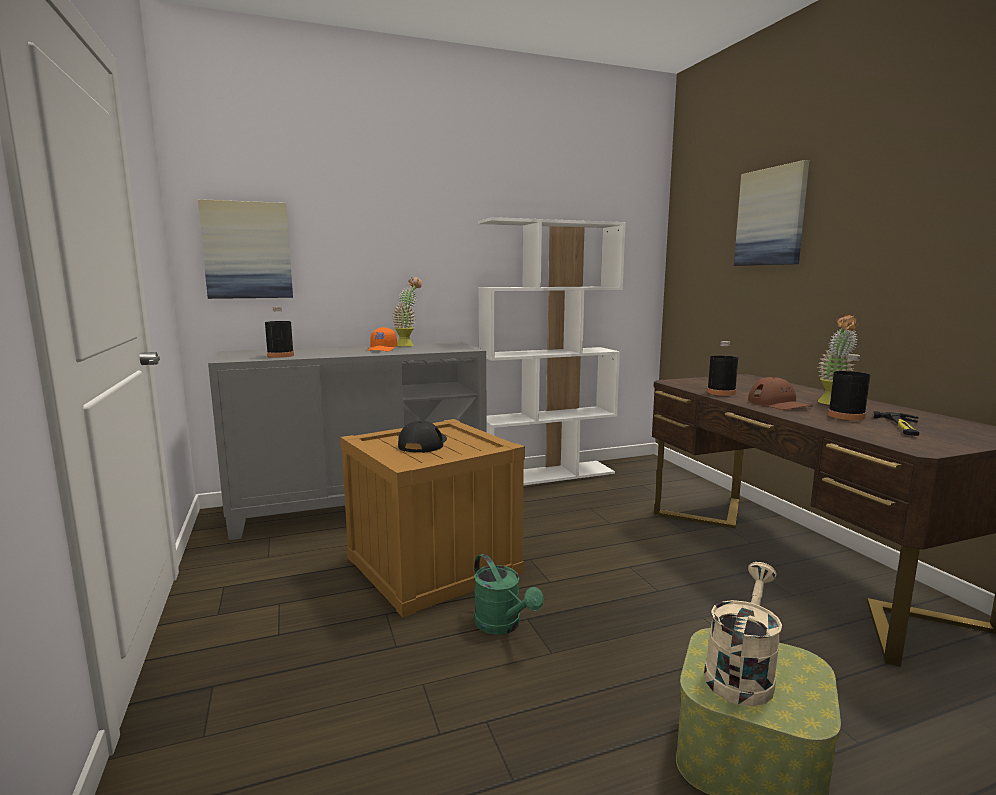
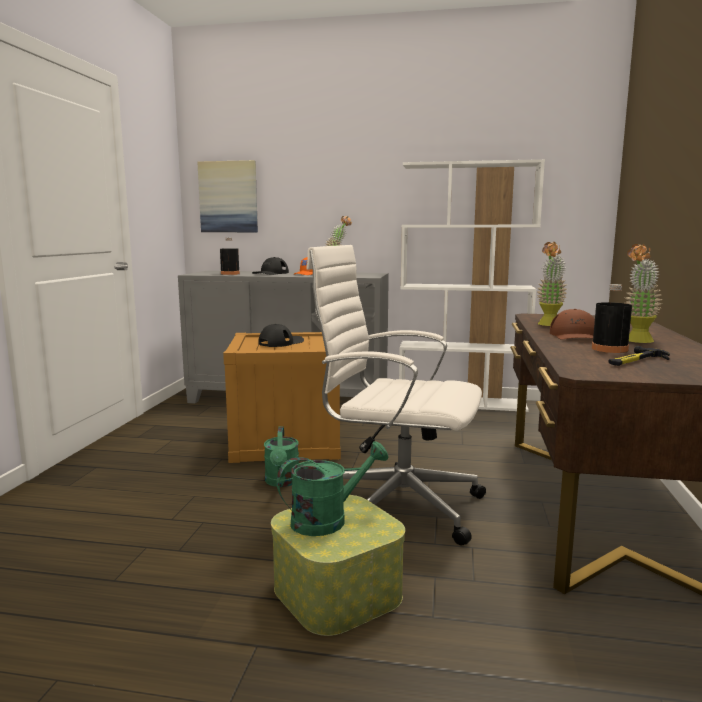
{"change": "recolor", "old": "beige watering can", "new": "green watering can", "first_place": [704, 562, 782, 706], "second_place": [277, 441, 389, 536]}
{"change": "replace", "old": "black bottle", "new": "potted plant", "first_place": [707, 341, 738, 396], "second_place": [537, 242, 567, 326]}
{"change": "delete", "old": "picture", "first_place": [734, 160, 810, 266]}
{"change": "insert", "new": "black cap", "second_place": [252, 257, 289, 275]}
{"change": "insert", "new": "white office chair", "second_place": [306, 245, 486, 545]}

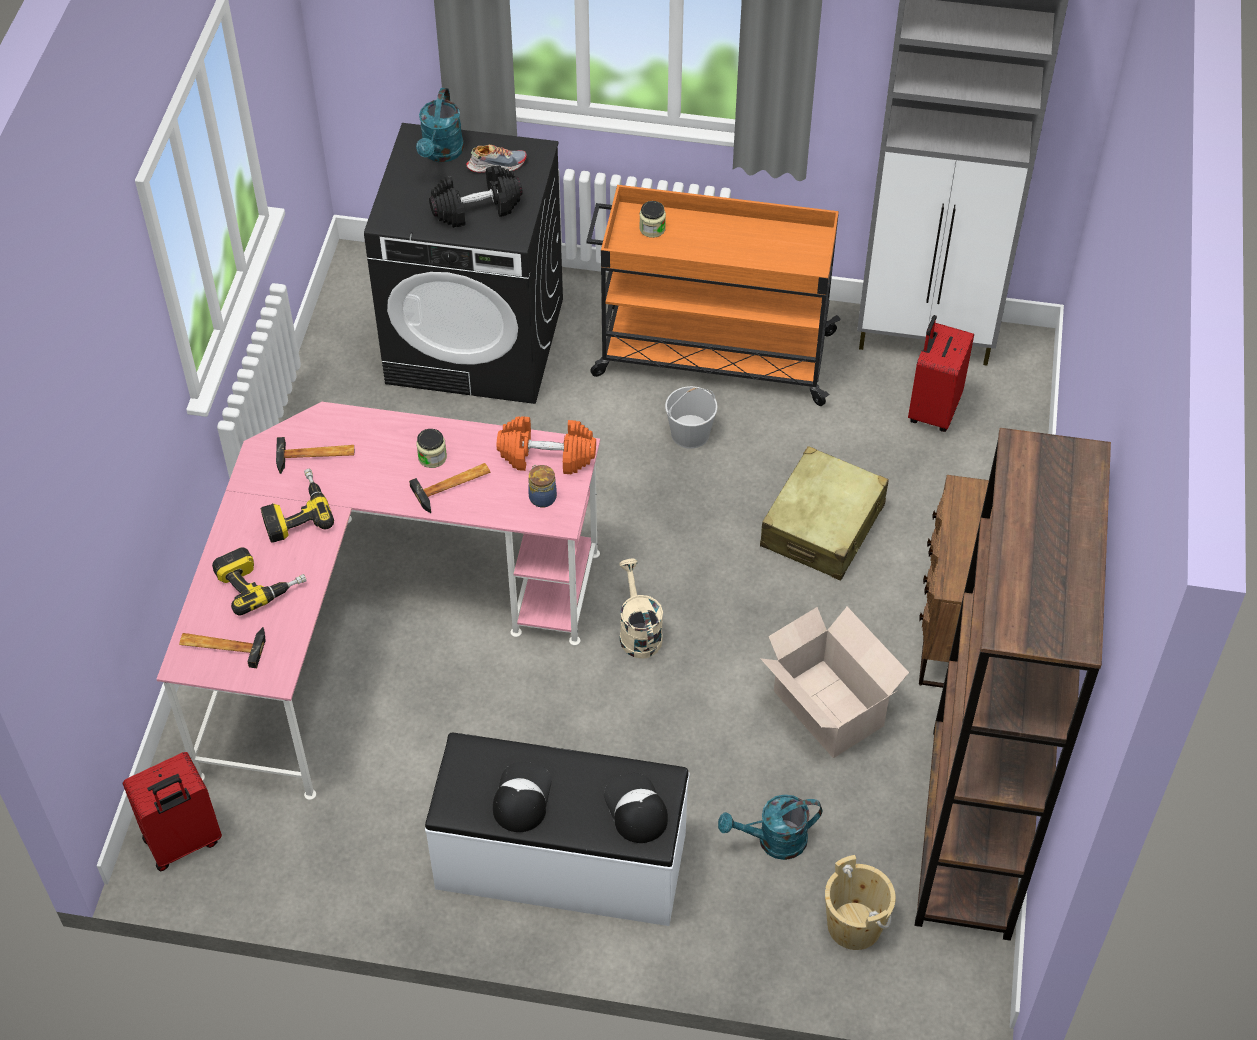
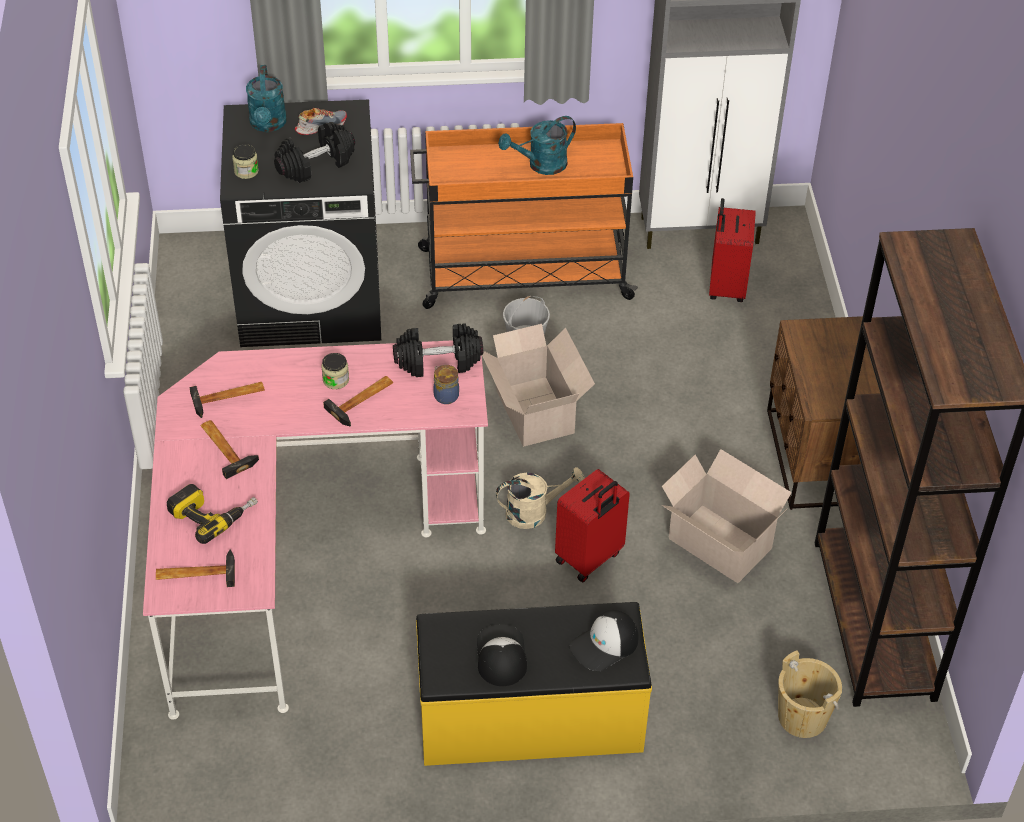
{"change": "move", "old": "red suitcase", "first_place": [123, 752, 222, 871], "second_place": [555, 469, 630, 582]}
{"change": "replace", "old": "power drill", "new": "hammer", "first_place": [261, 469, 334, 543], "second_place": [200, 420, 259, 479]}
{"change": "recolor", "old": "white bench", "new": "yellow bench", "first_place": [425, 733, 689, 926], "second_place": [416, 602, 652, 766]}
{"change": "recolor", "old": "orange dumbbell", "new": "black dumbbell", "first_place": [497, 416, 596, 474], "second_place": [393, 323, 483, 377]}
{"change": "rotate", "old": "cap", "first_place": [604, 773, 668, 843], "second_place": [570, 610, 639, 671], "degrees": -90}
{"change": "rotate", "old": "beige watering can", "first_place": [619, 558, 663, 659], "second_place": [496, 467, 585, 529], "degrees": 105}
{"change": "move", "old": "jar", "first_place": [639, 201, 666, 238], "second_place": [232, 144, 259, 179]}
{"change": "move", "old": "turquoise watering can", "first_place": [718, 794, 822, 860], "second_place": [498, 116, 576, 175]}
{"change": "delete", "old": "beige suitcase", "first_place": [760, 446, 889, 580]}
{"change": "insert", "new": "cardboard box", "second_place": [482, 324, 595, 447]}

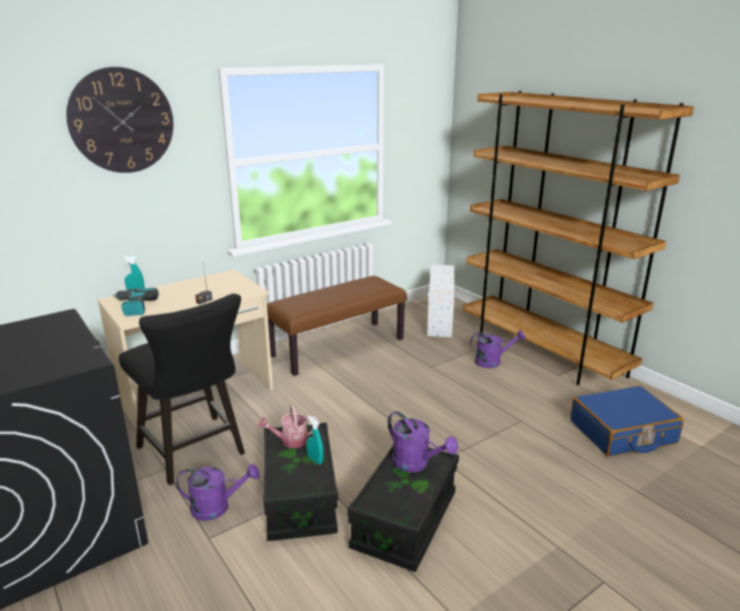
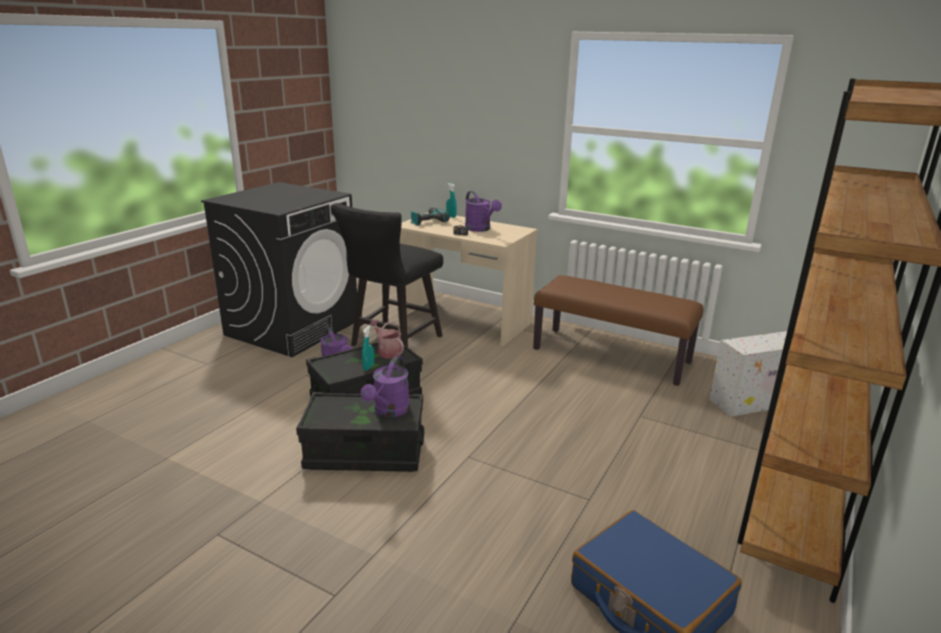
{"change": "delete", "old": "wall clock", "first_place": [66, 67, 173, 173]}
{"change": "move", "old": "purple watering can", "first_place": [470, 330, 525, 368], "second_place": [465, 191, 502, 232]}

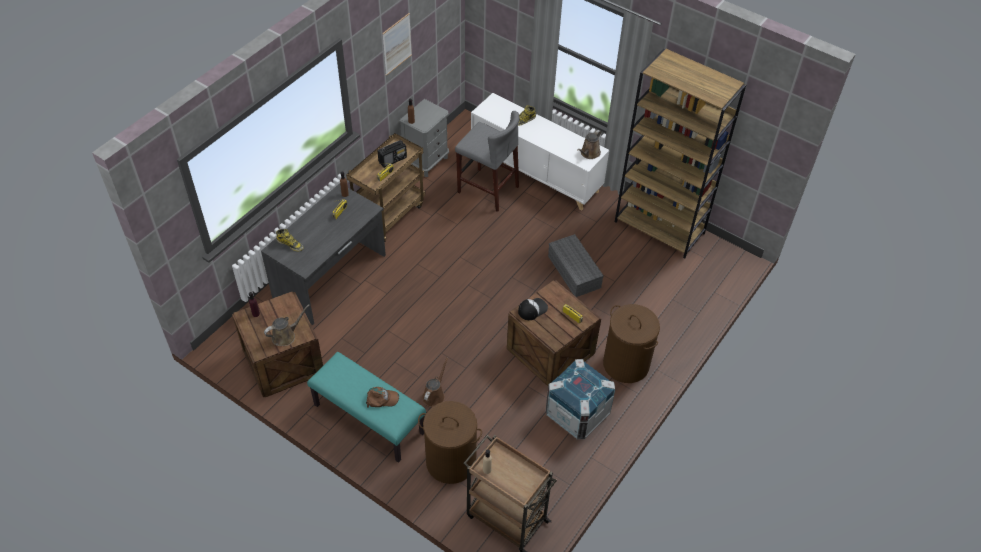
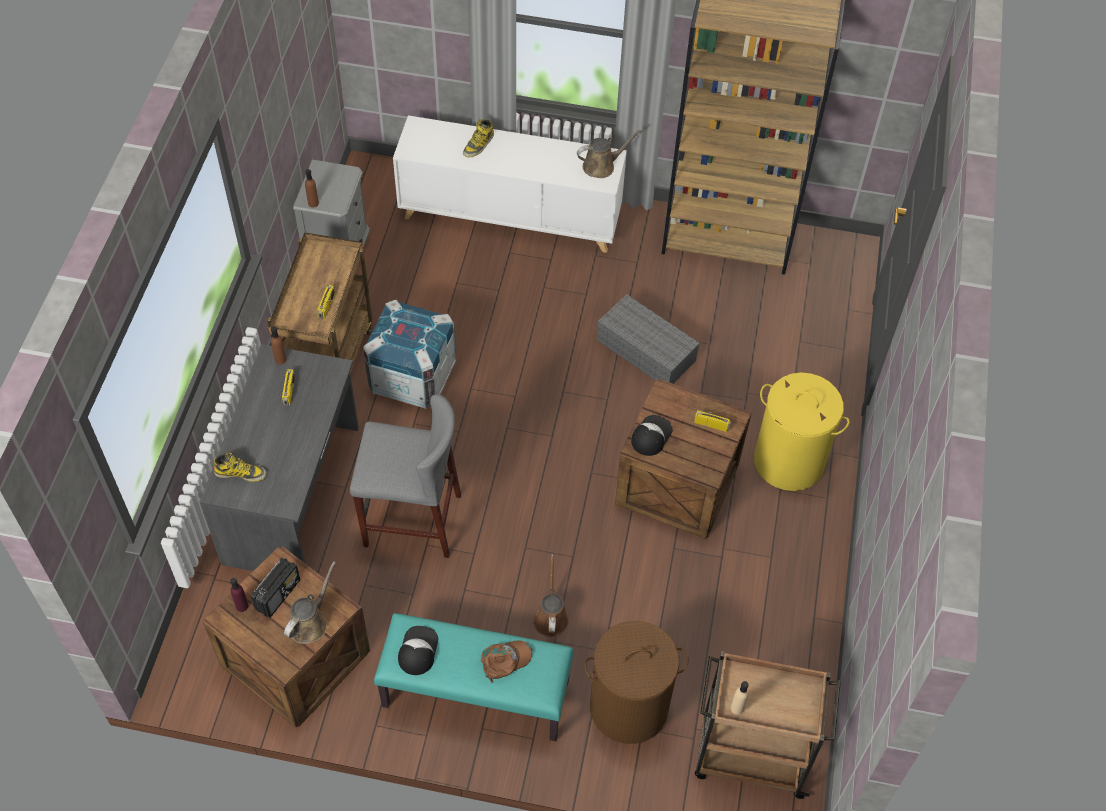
{"change": "move", "old": "radio", "first_place": [378, 140, 407, 168], "second_place": [251, 557, 300, 618]}
{"change": "delete", "old": "picture", "first_place": [382, 13, 412, 76]}
{"change": "move", "old": "grey stool", "first_place": [455, 111, 519, 212], "second_place": [350, 394, 461, 558]}
{"change": "move", "old": "crate", "first_place": [546, 359, 615, 439], "second_place": [363, 300, 456, 409]}
{"change": "rotate", "old": "brown watering can", "first_place": [577, 130, 601, 159], "second_place": [577, 128, 643, 178], "degrees": -120}
{"change": "recolor", "old": "brown laundry basket", "new": "yellow laundry basket", "first_place": [603, 304, 660, 383], "second_place": [754, 373, 849, 491]}
{"change": "insert", "new": "cap", "second_place": [398, 626, 438, 675]}

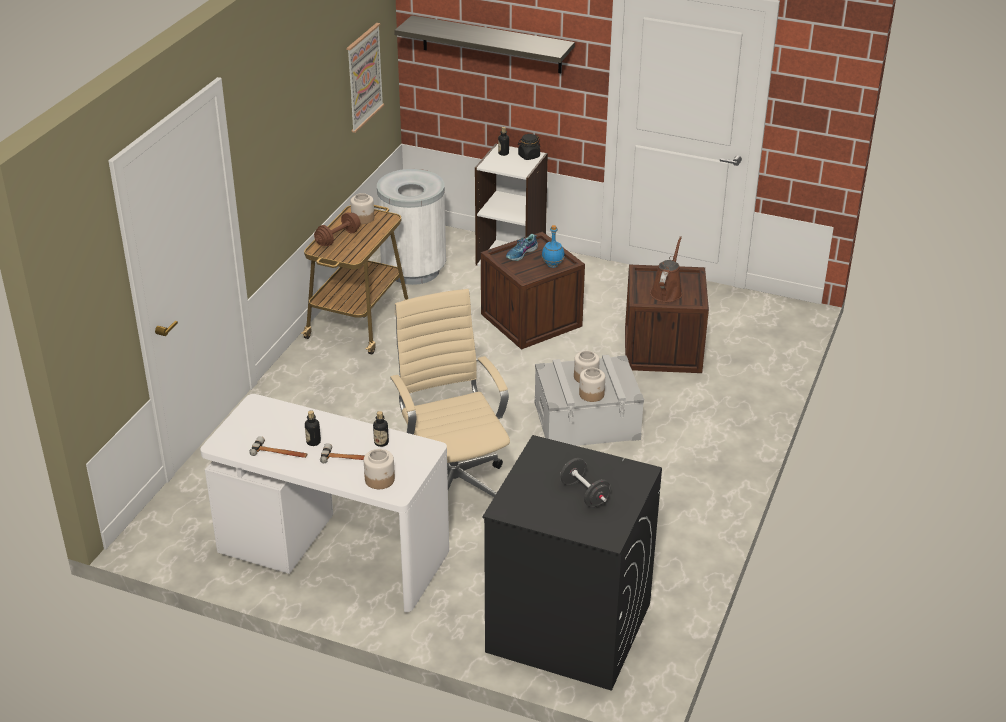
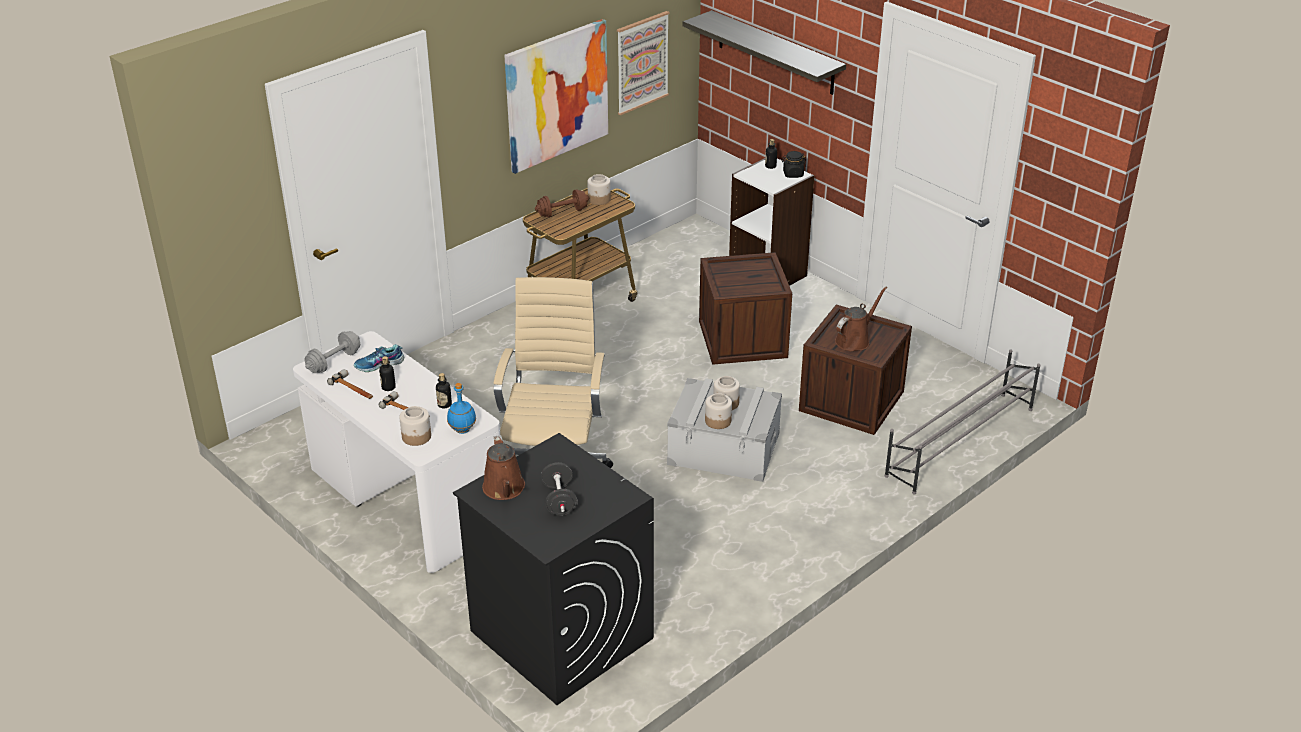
{"change": "delete", "old": "white trash can", "first_place": [377, 169, 446, 285]}
{"change": "move", "old": "shoe", "first_place": [506, 234, 538, 261], "second_place": [354, 344, 404, 372]}
{"change": "move", "old": "blue bottle", "first_place": [542, 225, 565, 268], "second_place": [447, 383, 476, 434]}
{"change": "insert", "new": "grey dumbbell", "second_place": [304, 331, 360, 373]}
{"change": "insert", "new": "brown watering can", "second_place": [482, 435, 525, 500]}
{"change": "insert", "new": "picture", "second_place": [504, 19, 608, 174]}
{"change": "insert", "new": "grey shoe rack", "second_place": [884, 349, 1041, 494]}

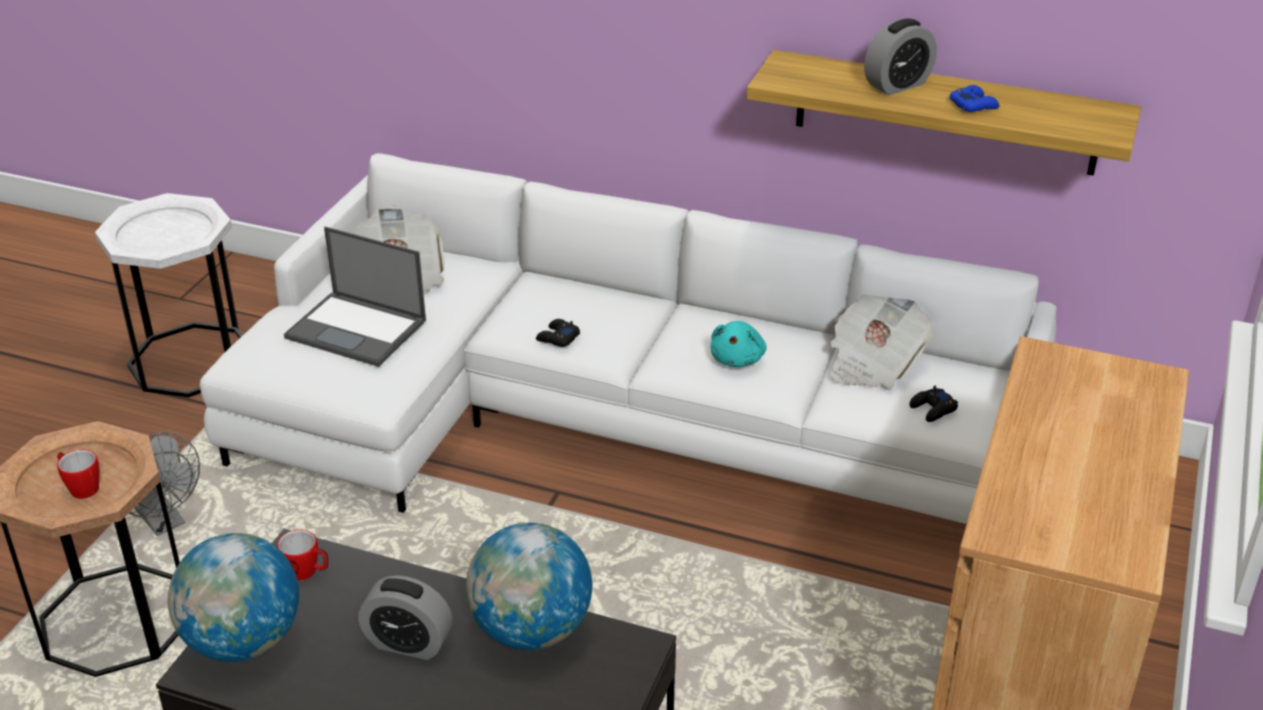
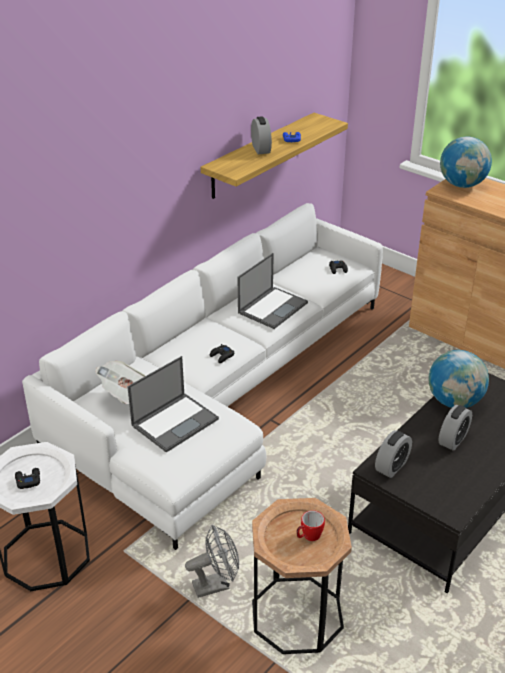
{"change": "move", "old": "globe", "first_place": [168, 533, 299, 662], "second_place": [440, 136, 492, 188]}
{"change": "replace", "old": "mug", "new": "alarm clock", "first_place": [277, 529, 328, 581], "second_place": [375, 430, 412, 478]}
{"change": "replace", "old": "turquoise plush toy", "new": "laptop", "first_place": [710, 321, 767, 367], "second_place": [238, 253, 308, 329]}
{"change": "delete", "old": "newspaper", "first_place": [830, 294, 933, 389]}
{"change": "insert", "new": "black game controller", "second_place": [15, 468, 40, 489]}

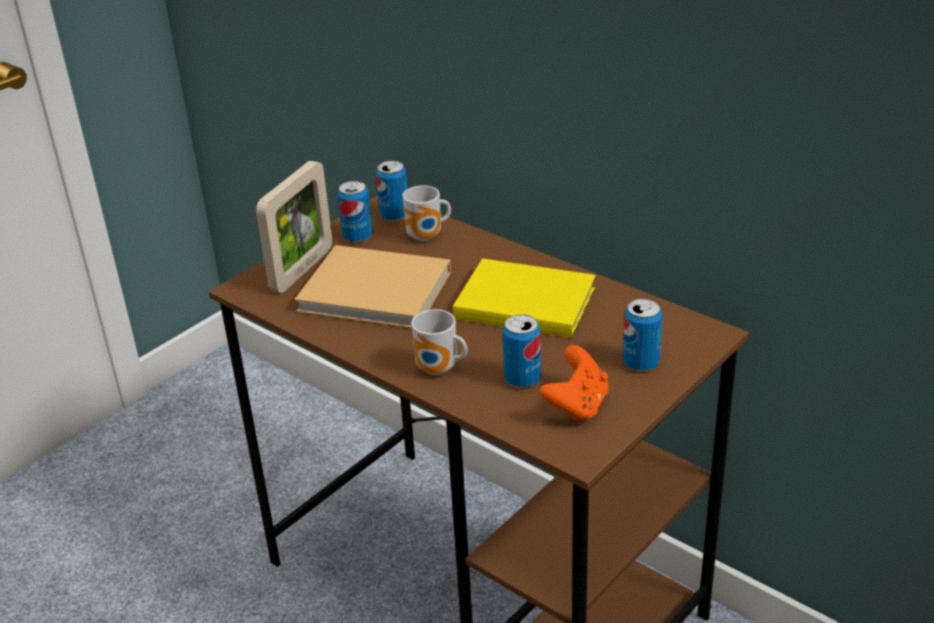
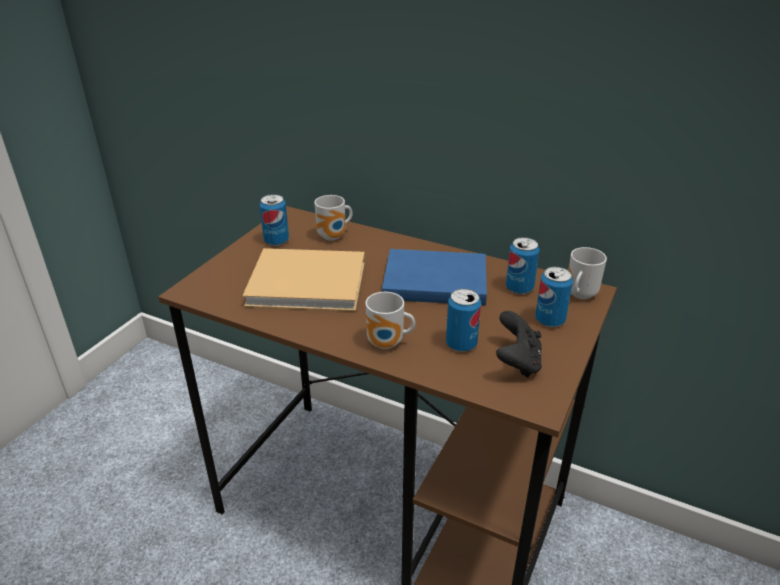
{"change": "delete", "old": "picture frame", "first_place": [256, 161, 332, 293]}
{"change": "move", "old": "can", "first_place": [376, 161, 408, 221], "second_place": [506, 237, 540, 294]}
{"change": "recolor", "old": "yellow book", "new": "blue book", "first_place": [453, 259, 596, 338], "second_place": [382, 249, 487, 306]}
{"change": "recolor", "old": "orange game controller", "new": "black game controller", "first_place": [540, 345, 609, 423], "second_place": [496, 311, 542, 378]}
{"change": "insert", "new": "mug", "second_place": [568, 247, 607, 299]}

